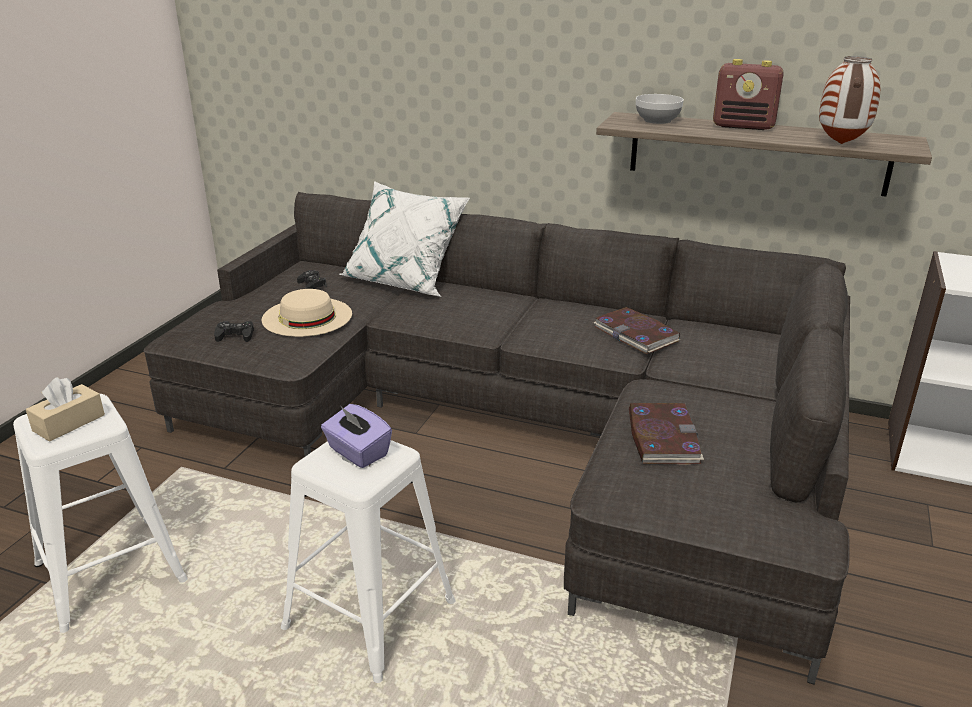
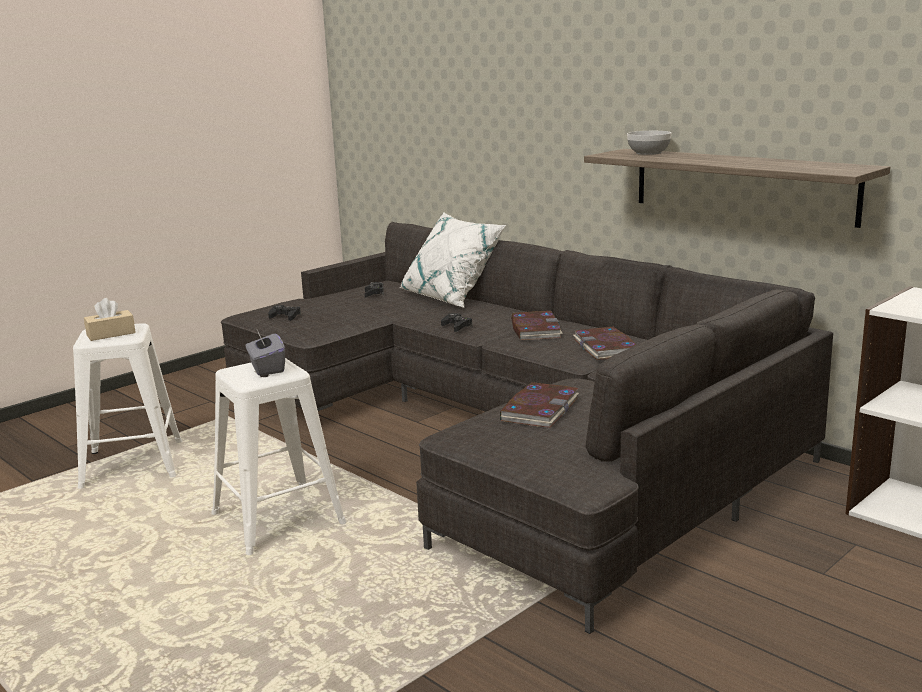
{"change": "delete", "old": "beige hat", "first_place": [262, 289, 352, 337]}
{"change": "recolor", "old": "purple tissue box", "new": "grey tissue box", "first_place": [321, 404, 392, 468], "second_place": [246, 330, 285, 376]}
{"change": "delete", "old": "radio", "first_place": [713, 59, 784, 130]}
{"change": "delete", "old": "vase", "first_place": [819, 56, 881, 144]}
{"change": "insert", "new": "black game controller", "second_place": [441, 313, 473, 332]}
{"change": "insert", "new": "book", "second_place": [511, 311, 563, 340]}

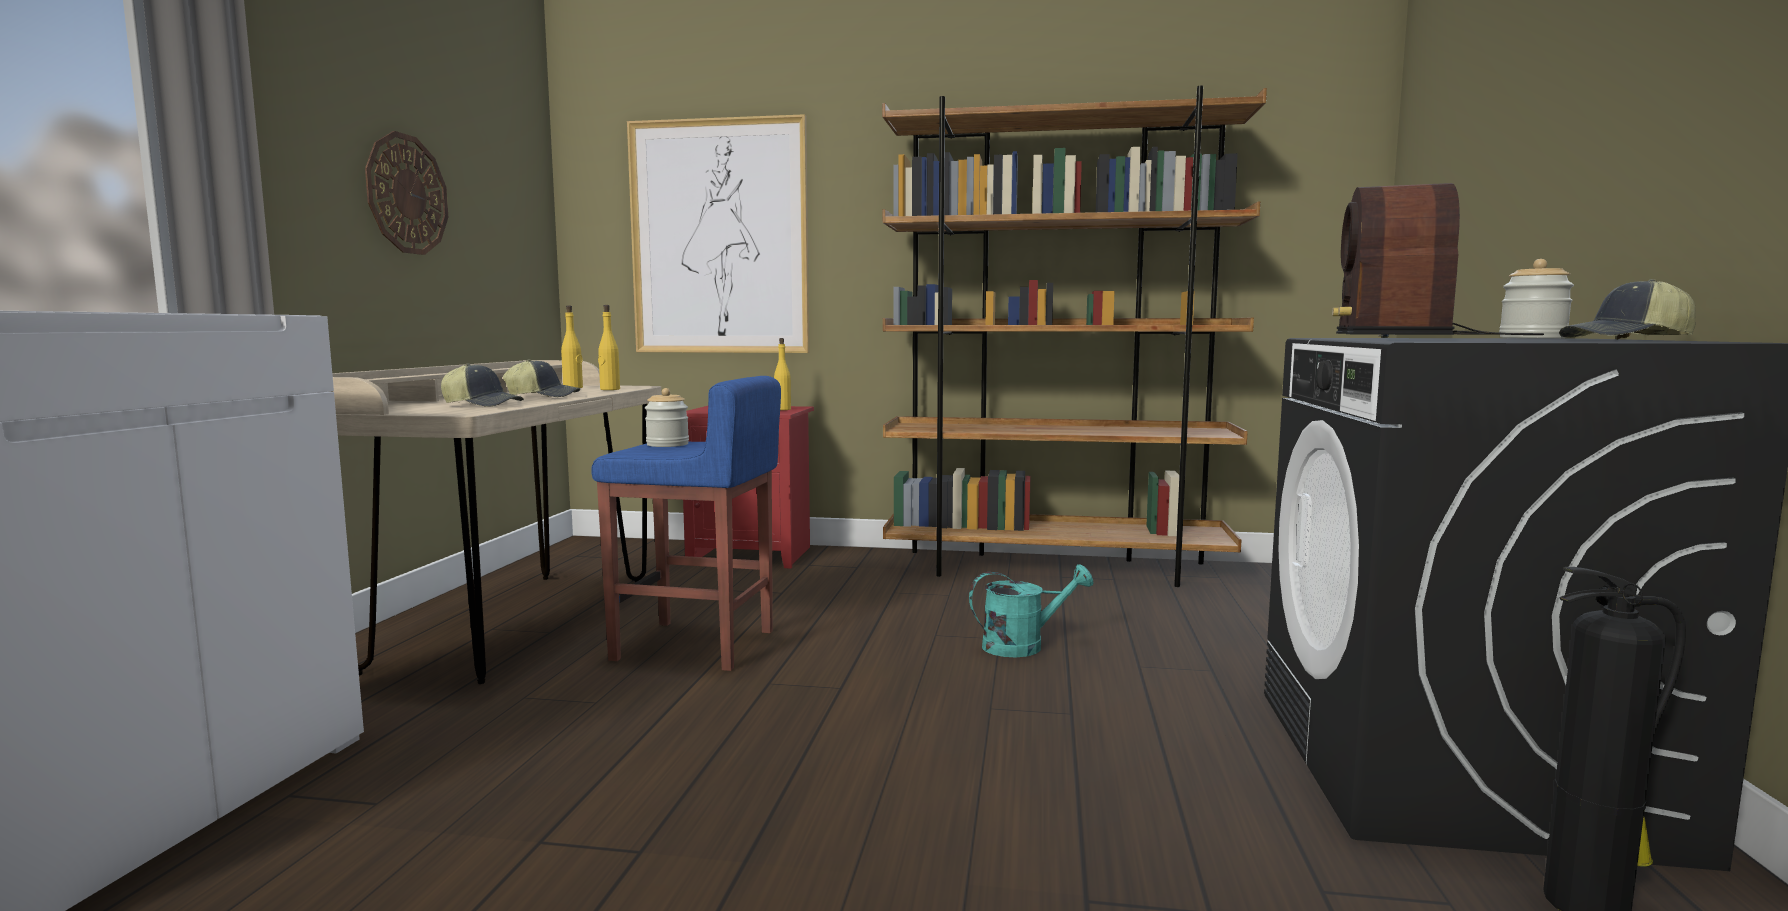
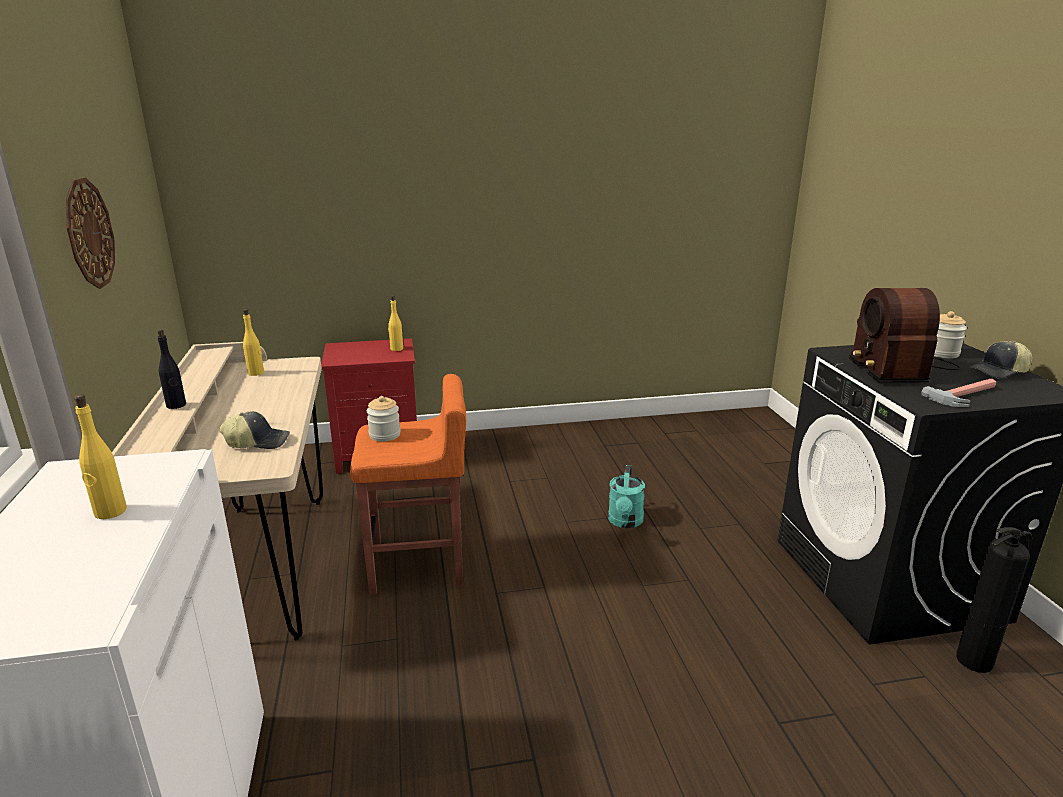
{"change": "delete", "old": "cap", "first_place": [503, 360, 580, 397]}
{"change": "recolor", "old": "blue stool", "new": "orange stool", "first_place": [591, 376, 781, 671], "second_place": [350, 374, 466, 595]}
{"change": "move", "old": "yellow bottle", "first_place": [598, 305, 620, 390], "second_place": [74, 394, 127, 519]}
{"change": "delete", "old": "picture", "first_place": [627, 114, 810, 353]}
{"change": "delete", "old": "brown bookcase", "first_place": [882, 85, 1267, 587]}
{"change": "rotate", "old": "turquoise watering can", "first_place": [969, 564, 1094, 657], "second_place": [608, 465, 645, 528], "degrees": 135}
{"change": "insert", "new": "black bottle", "second_place": [157, 329, 186, 409]}
{"change": "insert", "new": "hammer", "second_place": [921, 379, 996, 407]}

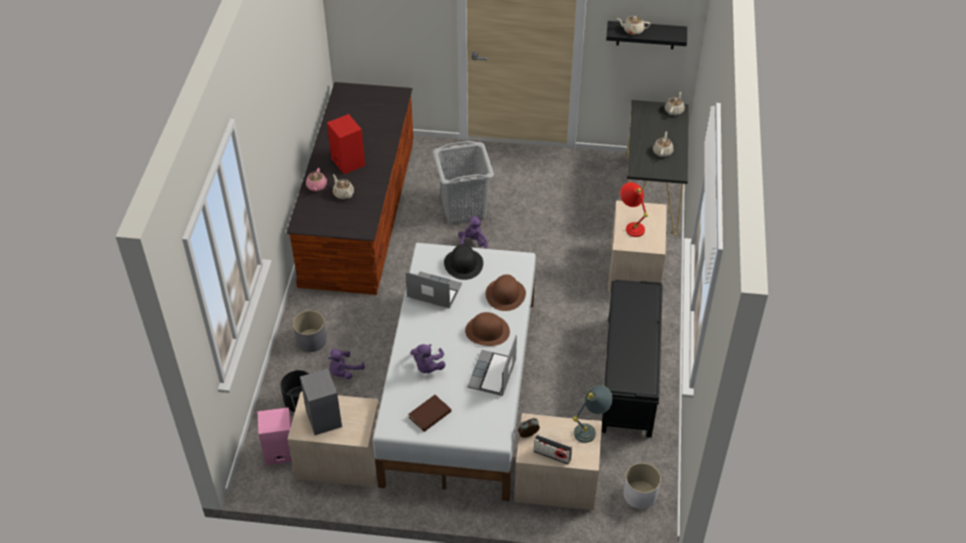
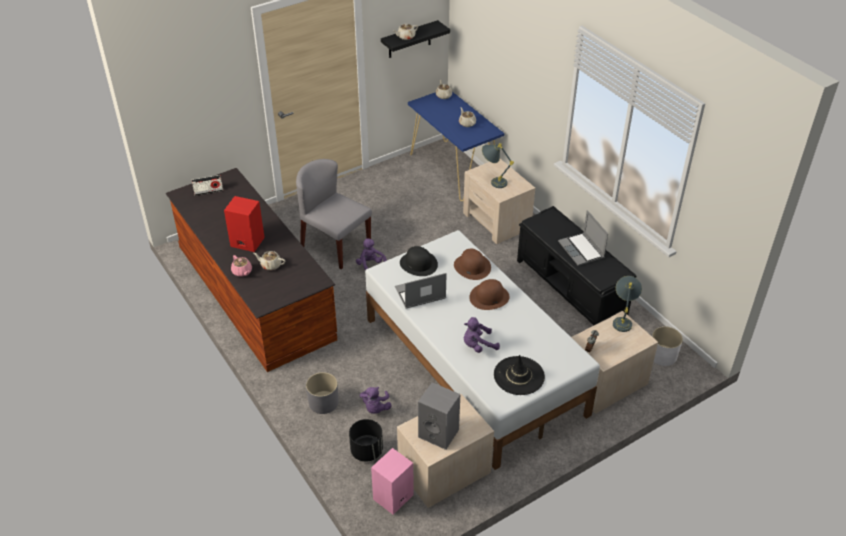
{"change": "replace", "old": "brown book", "new": "black hat", "first_place": [408, 395, 451, 432], "second_place": [494, 355, 545, 395]}
{"change": "rotate", "old": "purple plush toy", "first_place": [411, 344, 445, 373], "second_place": [464, 317, 500, 353], "degrees": 105}
{"change": "replace", "old": "grey laundry basket", "new": "grey chair", "first_place": [433, 141, 494, 224], "second_place": [296, 159, 372, 269]}
{"change": "move", "old": "laptop", "first_place": [467, 335, 517, 396], "second_place": [558, 210, 608, 266]}
{"change": "move", "old": "radio", "first_place": [534, 434, 572, 464], "second_place": [192, 175, 223, 196]}
{"change": "recolor", "old": "red table lamp", "new": "grey table lamp", "first_place": [620, 182, 648, 237], "second_place": [482, 143, 514, 188]}
{"change": "recolor", "old": "black console table", "new": "blue console table", "first_place": [626, 100, 689, 235], "second_place": [408, 92, 504, 201]}

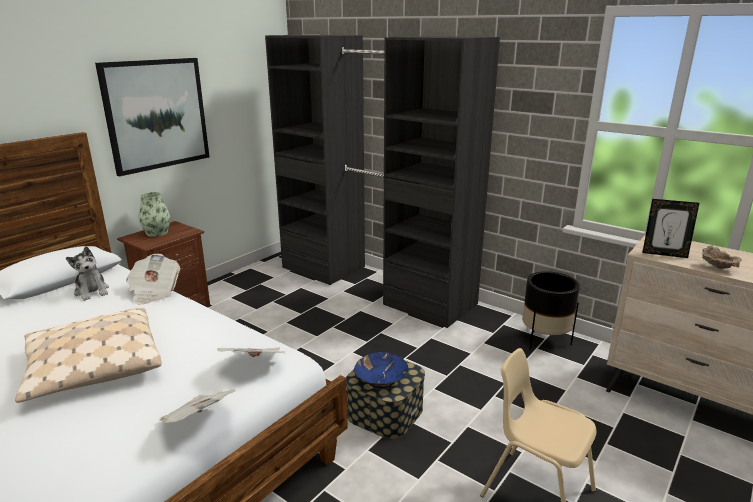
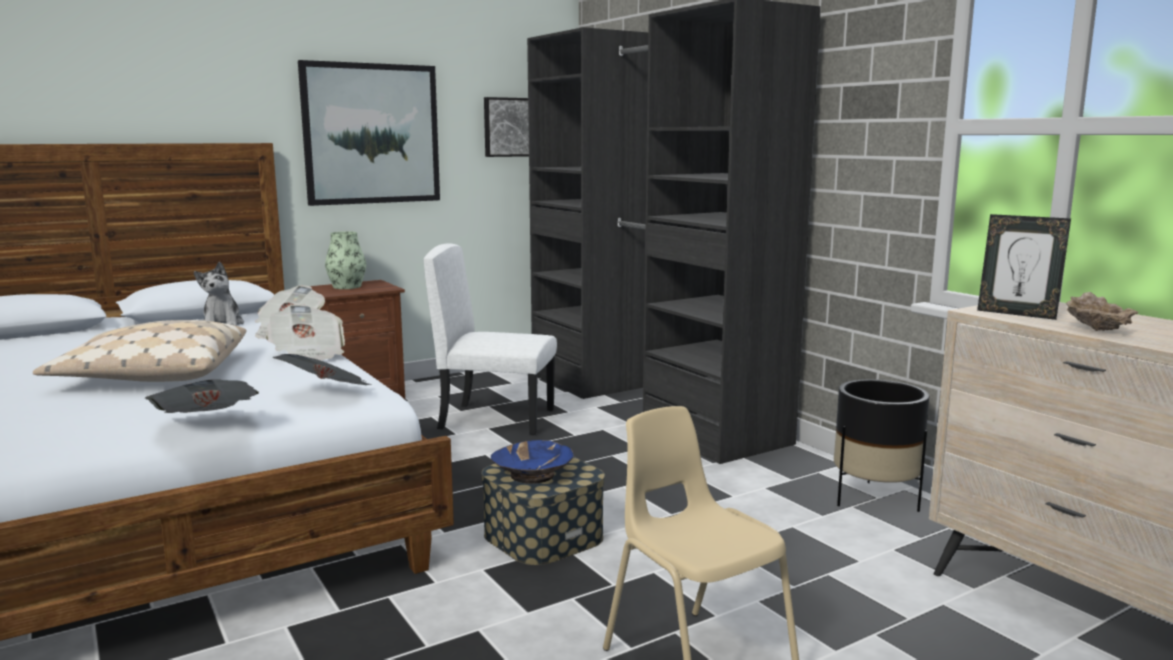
{"change": "insert", "new": "newspaper", "second_place": [265, 304, 345, 361]}
{"change": "insert", "new": "white chair", "second_place": [424, 244, 557, 435]}
{"change": "insert", "new": "picture", "second_place": [484, 97, 529, 157]}

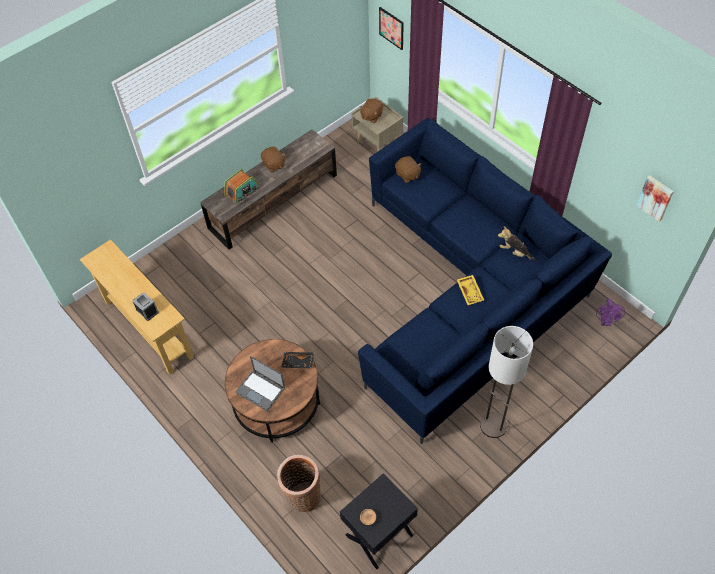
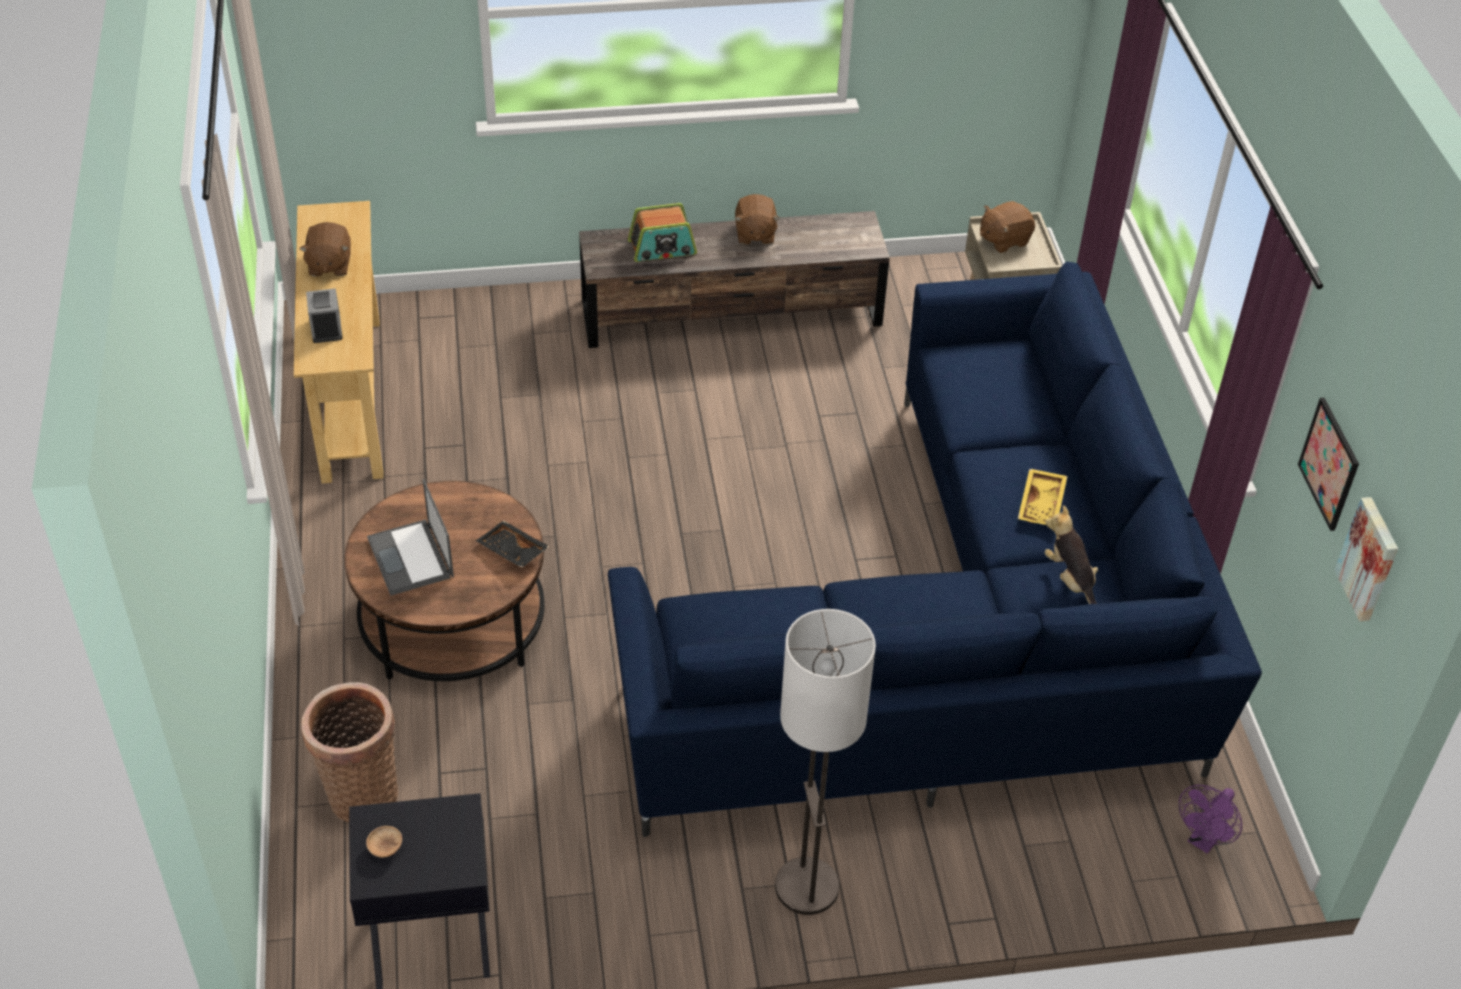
{"change": "move", "old": "picture", "first_place": [379, 7, 404, 50], "second_place": [1298, 397, 1359, 531]}
{"change": "move", "old": "brown plush toy", "first_place": [395, 156, 421, 183], "second_place": [299, 222, 351, 277]}
{"change": "move", "old": "yellow tray", "first_place": [457, 275, 484, 305], "second_place": [1018, 469, 1068, 525]}

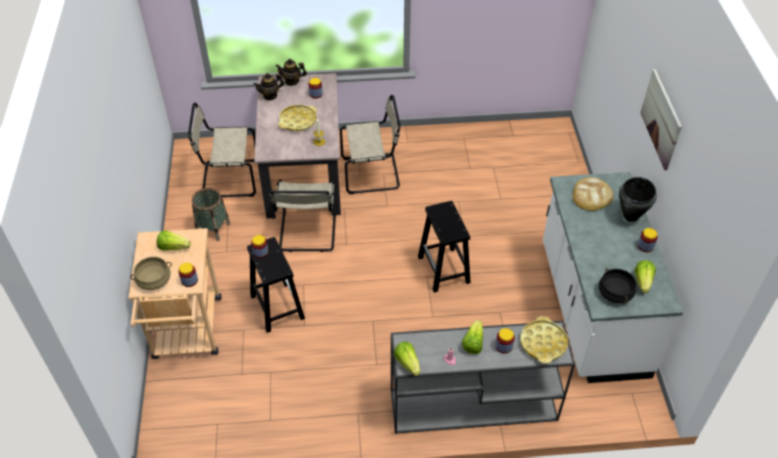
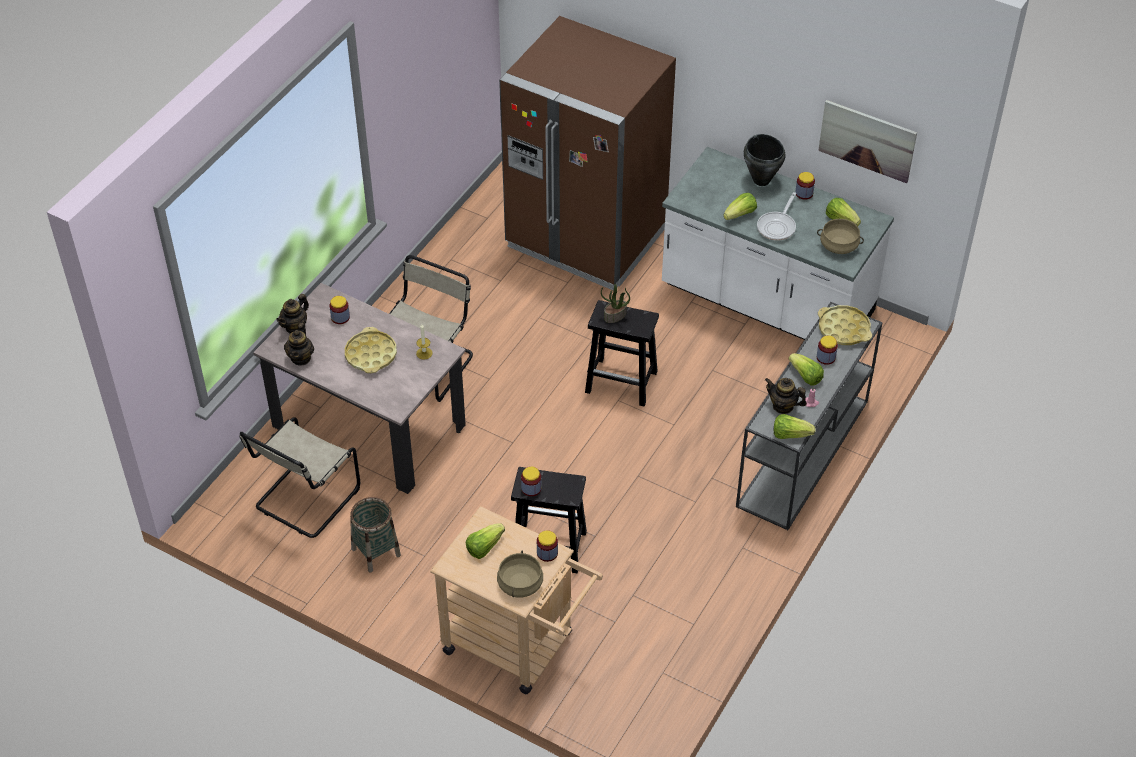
{"change": "delete", "old": "beige chair", "first_place": [269, 179, 336, 252]}
{"change": "delete", "old": "bread", "first_place": [573, 177, 613, 211]}
{"change": "recolor", "old": "black cooking pot", "new": "beige cooking pot", "first_place": [599, 268, 636, 303], "second_place": [817, 219, 864, 254]}
{"change": "move", "old": "picture", "first_place": [640, 69, 682, 170], "second_place": [818, 100, 917, 183]}
{"change": "insert", "new": "brown fridge", "second_place": [499, 16, 676, 291]}
{"change": "insert", "new": "potted plant", "second_place": [601, 284, 630, 323]}
{"change": "insert", "new": "lettuce", "second_place": [723, 193, 757, 220]}
{"change": "insert", "new": "frying pan", "second_place": [757, 192, 796, 241]}
{"change": "insert", "new": "teapot", "second_place": [765, 378, 807, 414]}

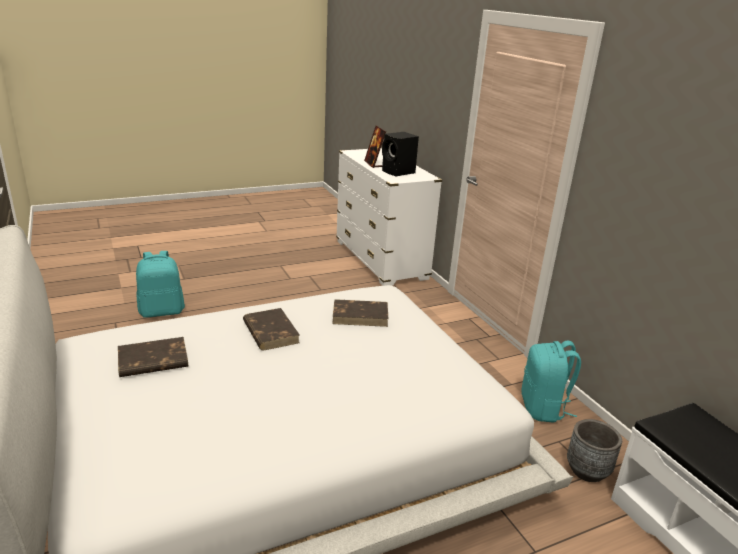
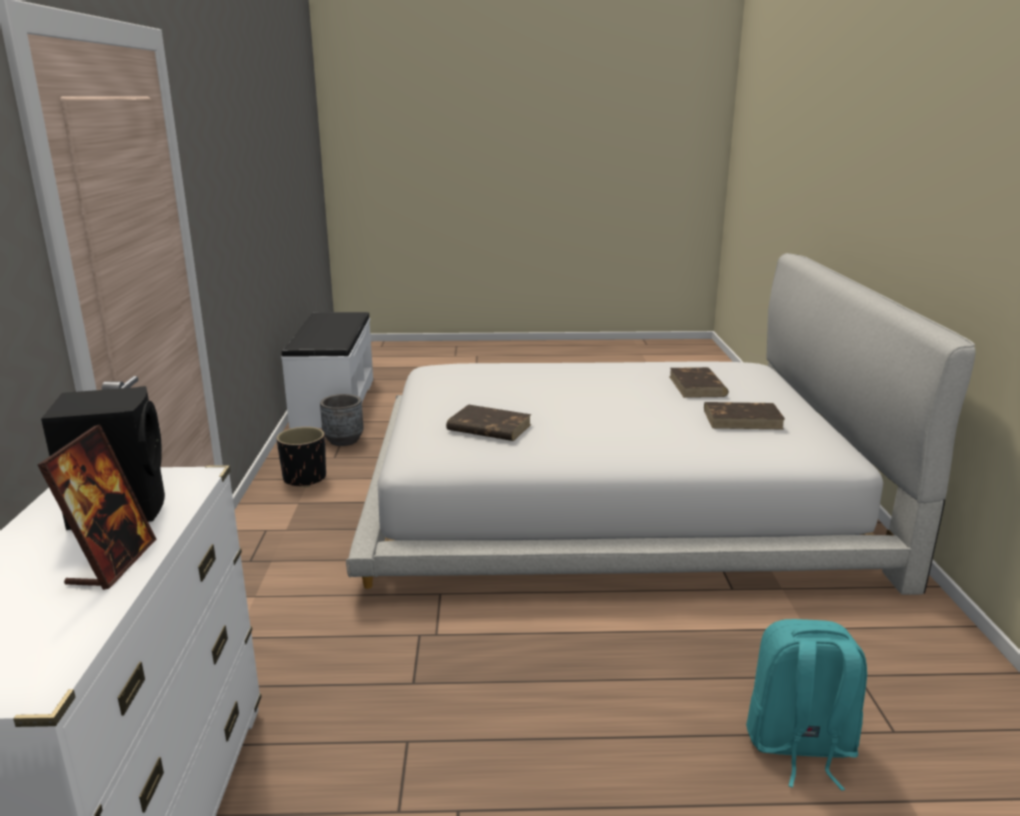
{"change": "move", "old": "brown book", "first_place": [243, 308, 300, 351], "second_place": [670, 367, 729, 398]}
{"change": "replace", "old": "turquoise backpack", "new": "black planter", "first_place": [521, 341, 581, 423], "second_place": [276, 427, 326, 487]}

